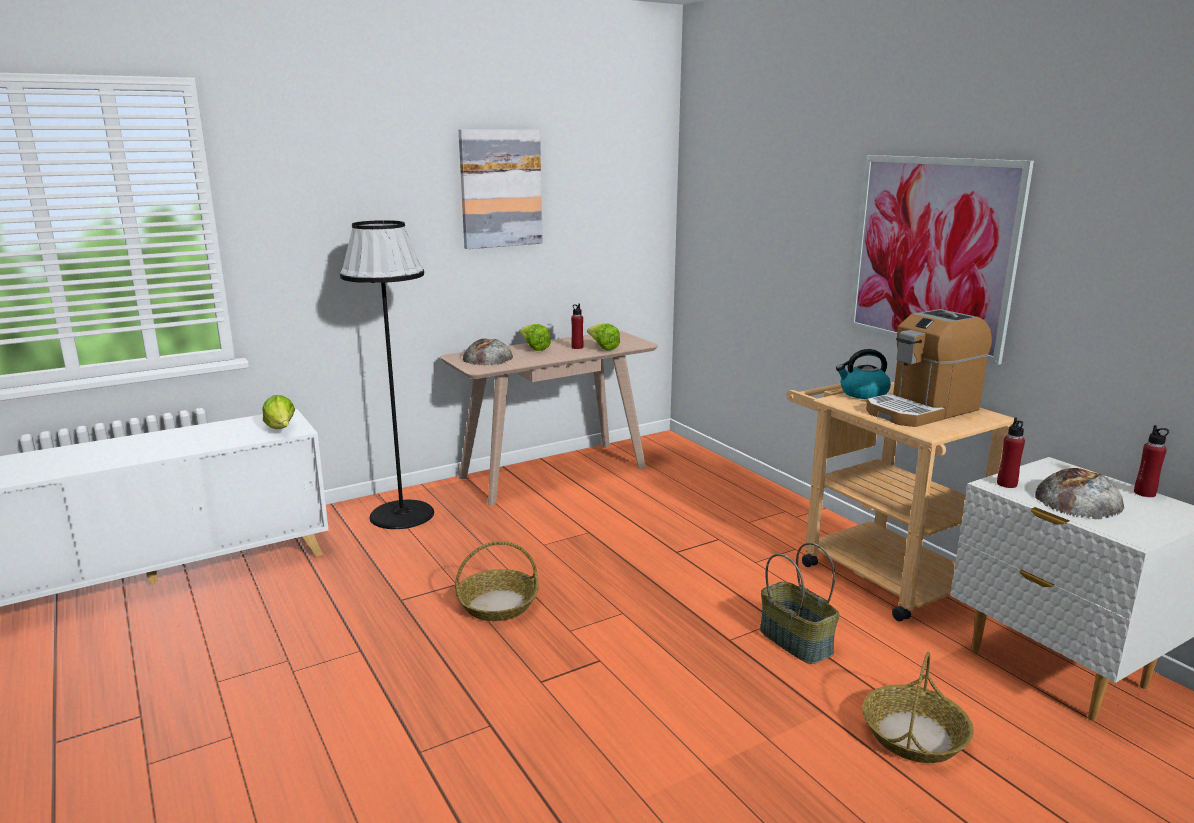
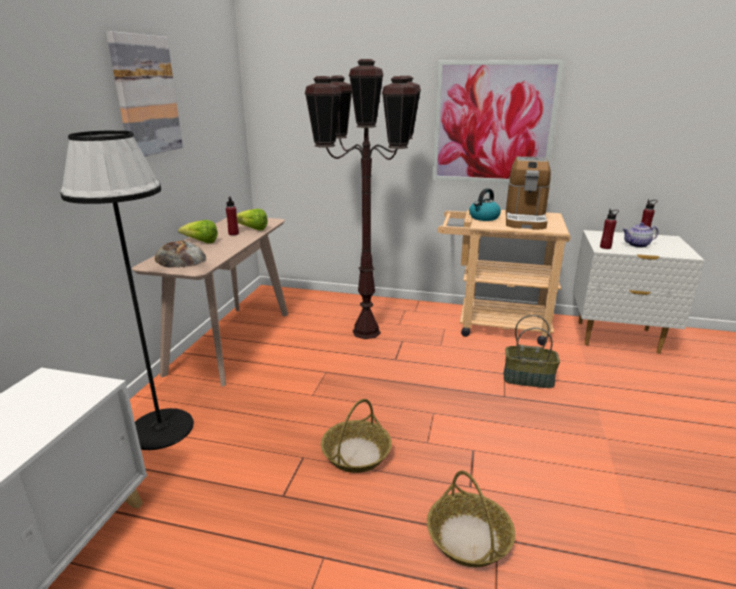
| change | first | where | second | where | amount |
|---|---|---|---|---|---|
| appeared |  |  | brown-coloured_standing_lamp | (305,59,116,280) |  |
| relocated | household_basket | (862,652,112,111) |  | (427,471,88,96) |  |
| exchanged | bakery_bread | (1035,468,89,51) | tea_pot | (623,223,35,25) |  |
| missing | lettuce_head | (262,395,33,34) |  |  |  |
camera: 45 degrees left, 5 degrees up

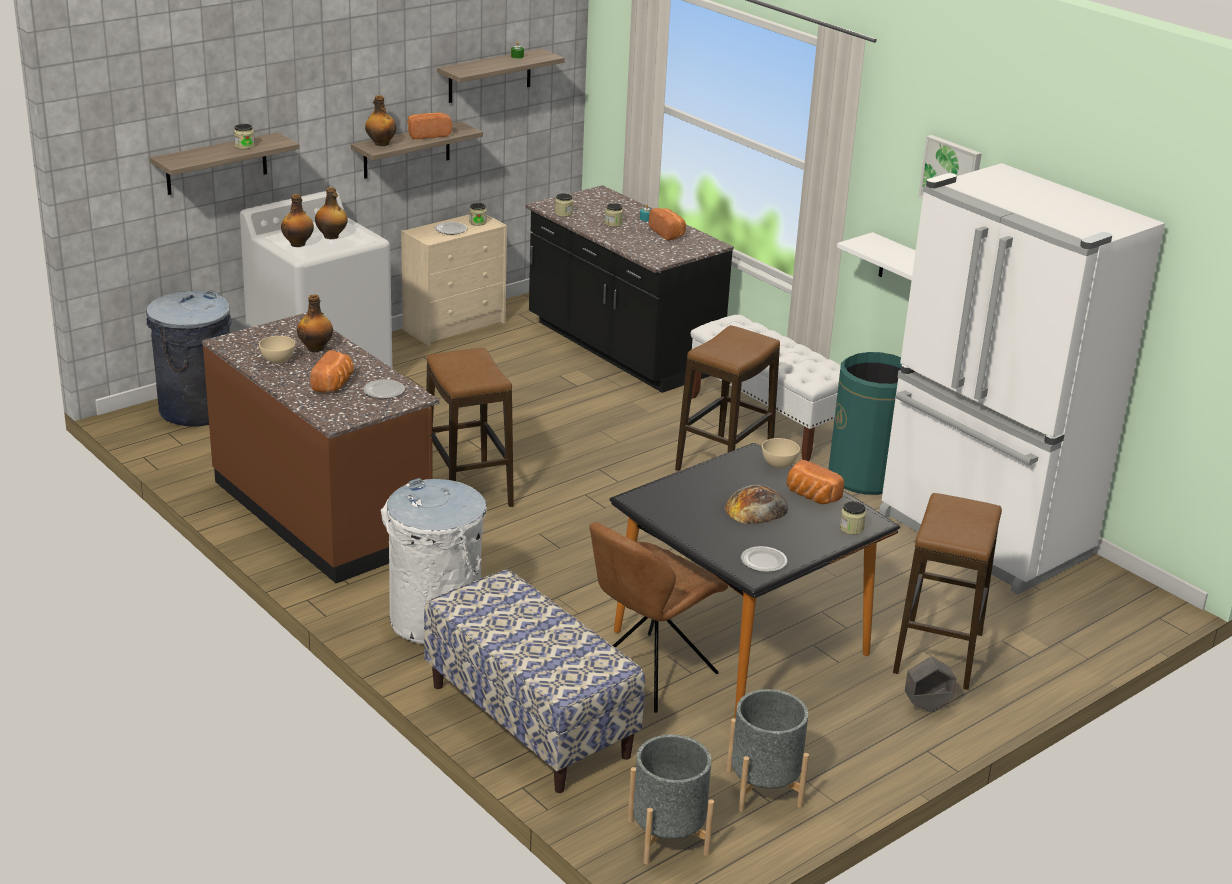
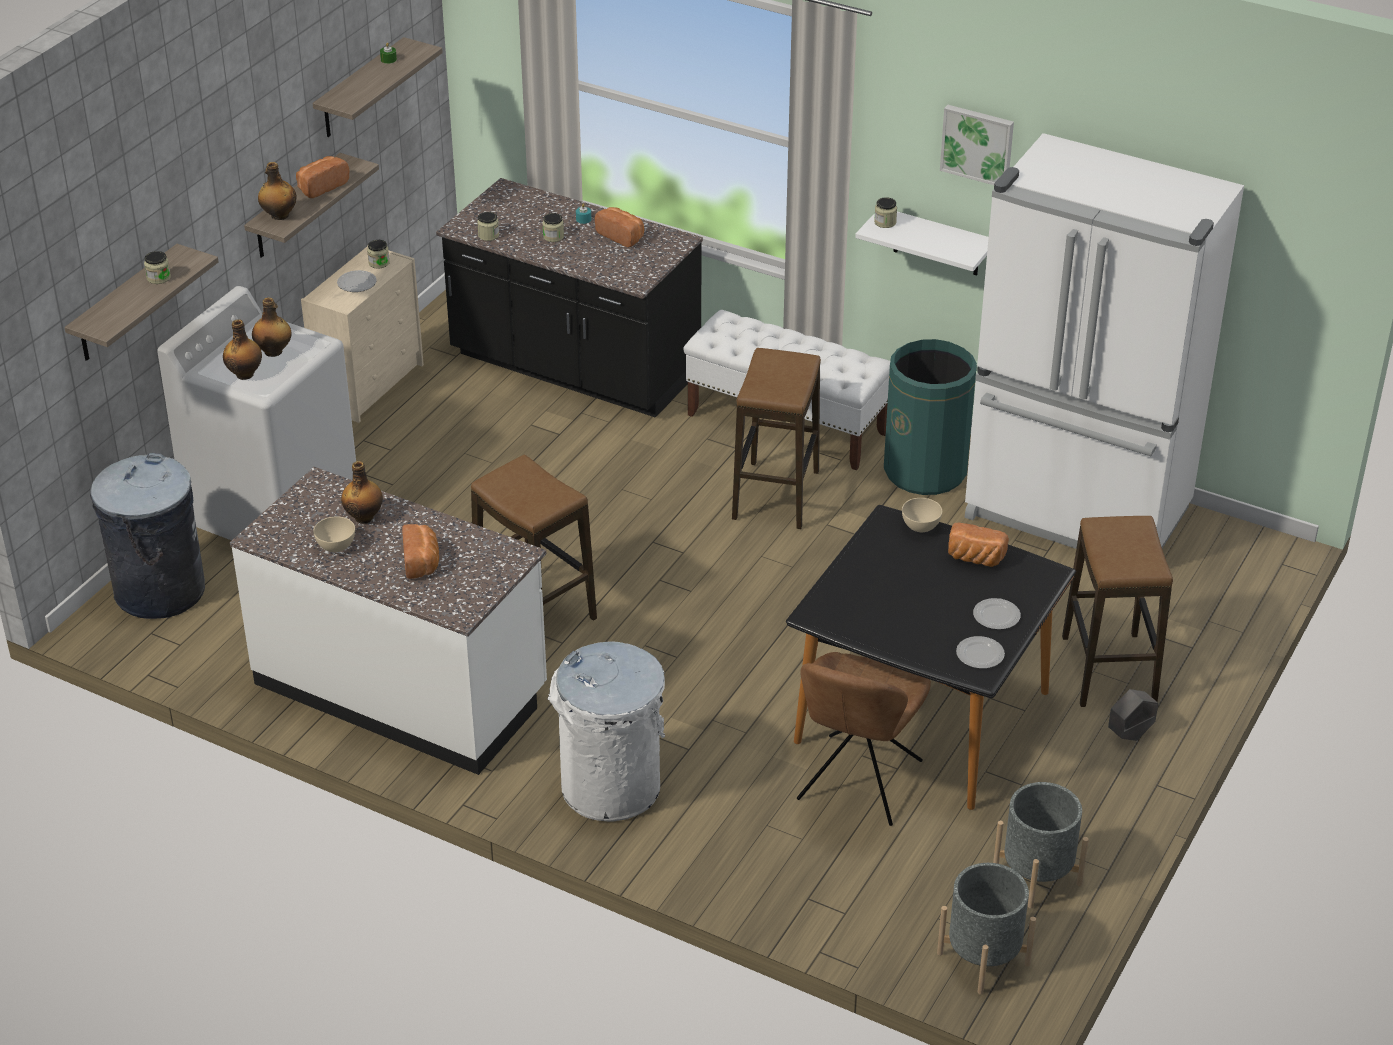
| change | first | where | second | where | amount |
|---|---|---|---|---|---|
| colour | brown-coloured_kitchen_base_unit | (202,312,237,271) | white_kitchen_base_unit | (230,467,317,308) |  |
| relocated | preserve_jar | (840,501,26,34) |  | (874,197,23,31) |  |
| relocated | plate | (363,379,42,20) |  | (973,598,48,32) |  |
| missing | long_seat | (424,569,221,224) |  |  |  |
| missing | bakery_bread | (724,485,65,39) |  |  |  |
camera: 20 degrees left, 10 degrees up

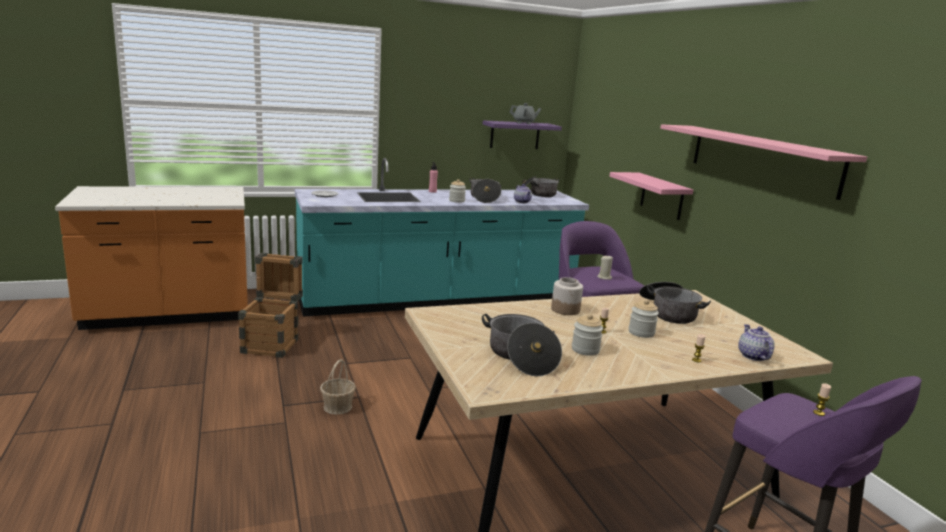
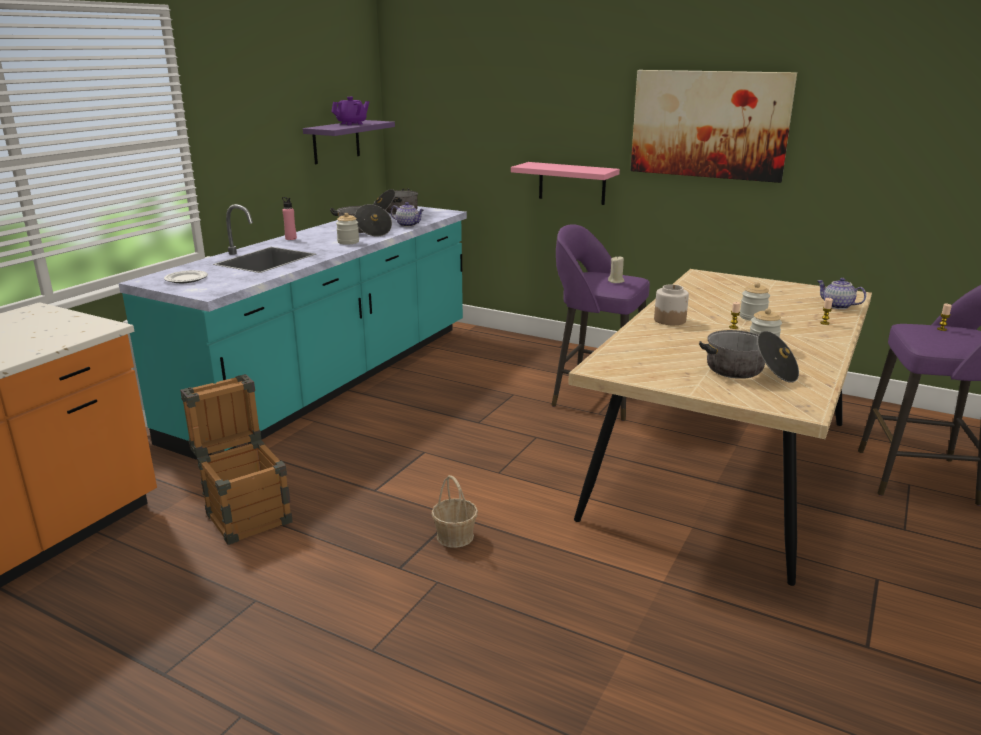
| change | first | where | second | where | amount |
|---|---|---|---|---|---|
| colour | grey_tea_pot | (509,103,33,21) | purple_tea_pot | (331,97,38,28) |  |
| exchanged | pinkish_shelf | (660,124,207,76) | picture | (631,70,166,113) |  |
| missing | cooking_pot | (639,282,72,42) |  |  |  |
camera: 40 degrees left, 5 degrees up

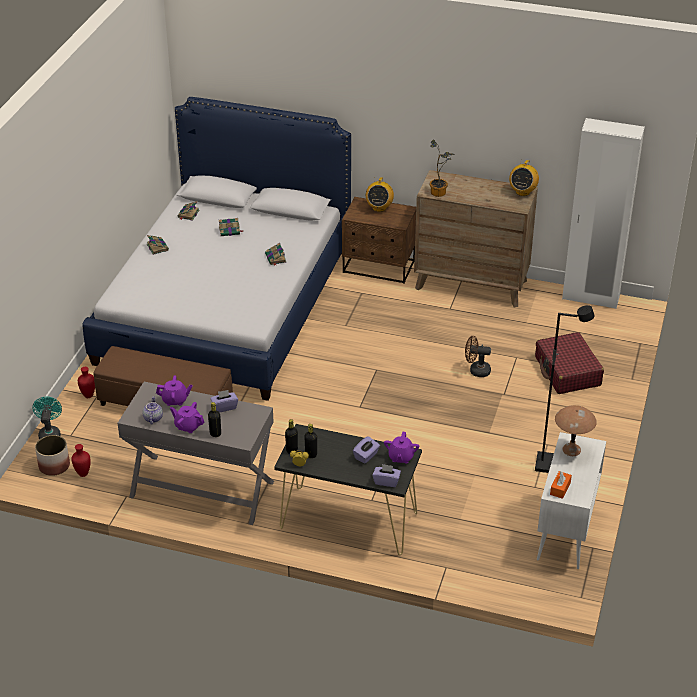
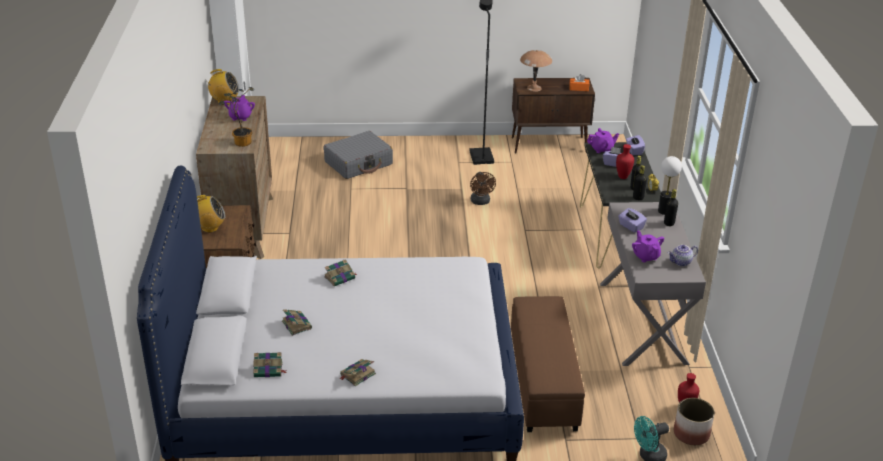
| change | first | where | second | where | amount |
|---|---|---|---|---|---|
| relocated | purple_tea_pot | (170,402,35,31) |  | (224,95,31,26) |  |
| colour | reddish_piece_of_luggage | (535,332,69,62) | grey_piece_of_luggage | (324,131,69,48) |  |
| relocated | brown-coloured_cooling_fan | (465,336,26,41) |  | (470,172,26,33) |  |
| colour | white_cabinet | (537,432,69,137) | brown-coloured_cabinet | (512,78,83,75) |  |
| relocated | reddish_decorative_vase | (78,367,17,31) |  | (616,144,18,35) |  |
| appeared |  |  | lamp_for_a_table | (658,156,24,59) |  |
camera: 110 degrees left, 5 degrees down

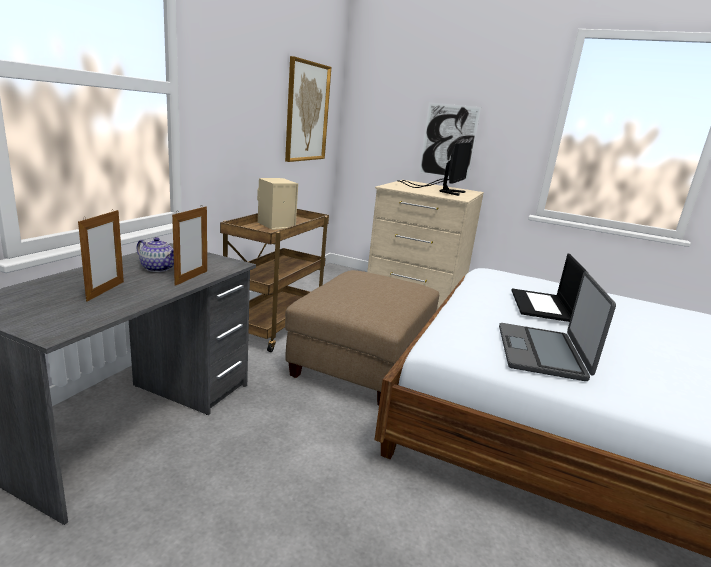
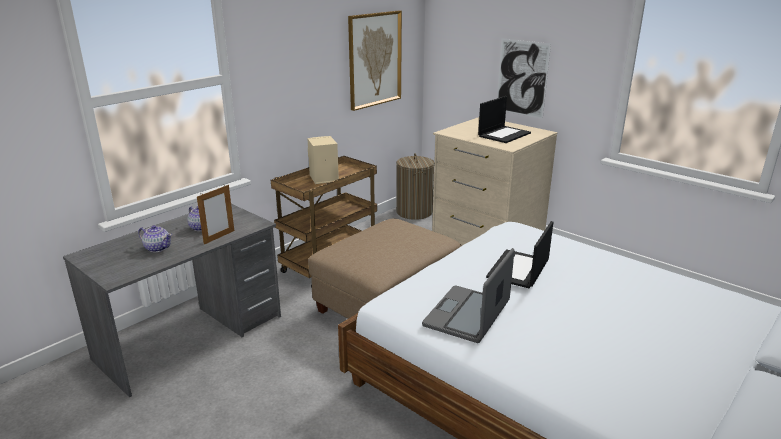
| change | first | where | second | where | amount |
|---|---|---|---|---|---|
| exchanged | photo_frame | (78,209,46,93) | tea_pot | (138,225,34,27) |  |
| appeared |  |  | hamper | (396,153,38,67) |  |
| exchanged | monitor | (397,142,75,54) | laptop | (478,96,53,47) |  |
camera: 20 degrees right, 5 degrees up

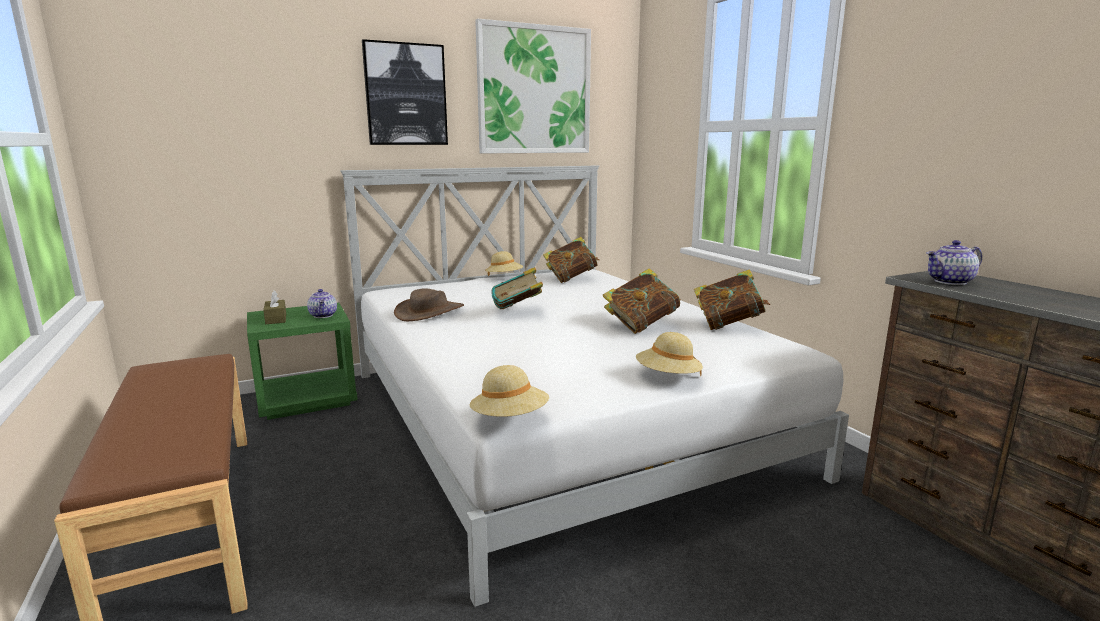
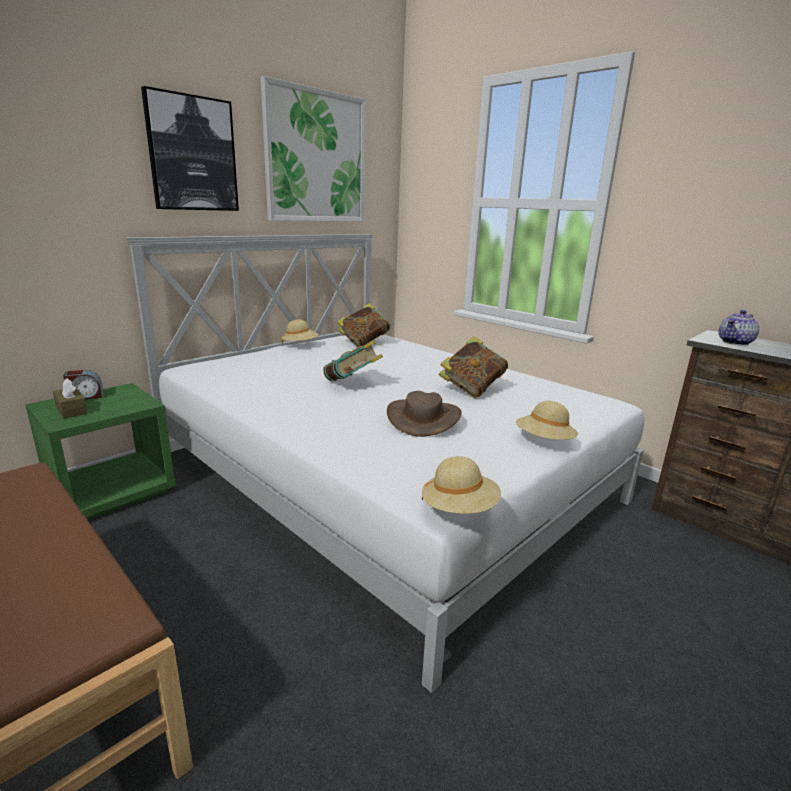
| change | first | where | second | where | amount |
|---|---|---|---|---|---|
| appeared |  |  | bedside_clock | (63,370,41,29) |  |
| relocated | brown-coloured_hat | (394,289,70,32) |  | (387,391,75,46) |  |
| missing | tea_pot | (307,289,30,29) |  |  |  |
| missing | volume | (694,269,76,61) |  |  |  |
camera: 20 degrees left, 5 degrees up

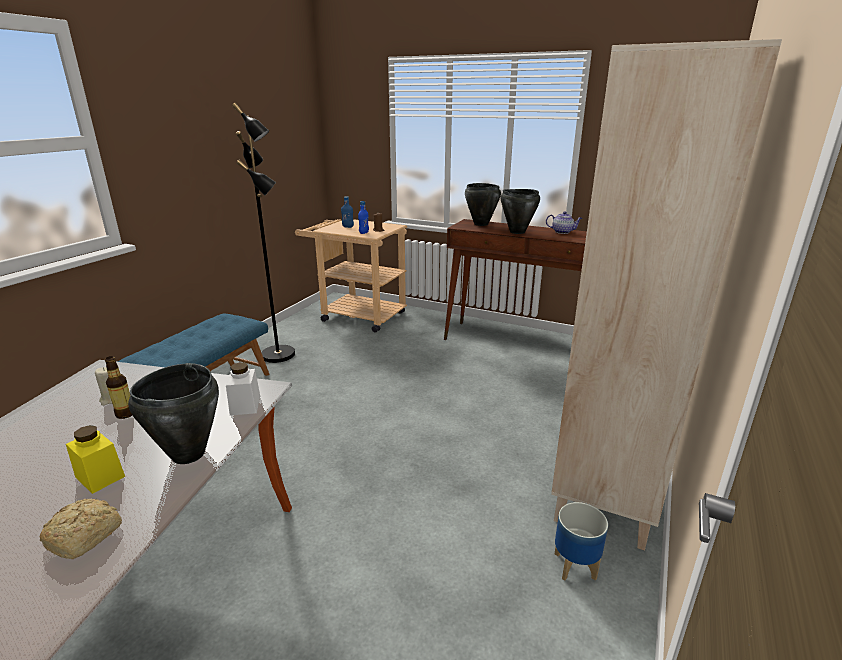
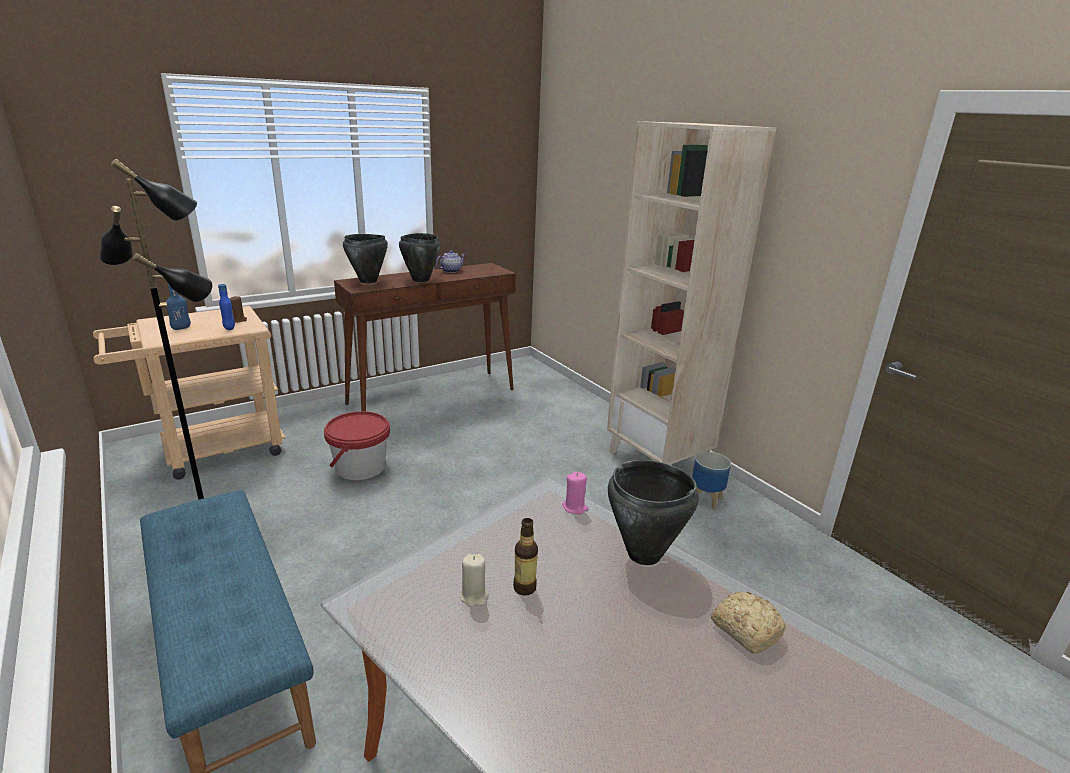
| change | first | where | second | where | amount |
|---|---|---|---|---|---|
| appeared |  |  | reddish_water_bucket | (324,411,66,69) |  |
| exchanged | white_preserve_jar | (226,362,34,54) | pinkish_wax_candle | (562,472,26,42) |  |
| missing | yellow_preserve_jar | (66,425,59,69) |  |  |  |
camera: 60 degrees left, 0 degrees up

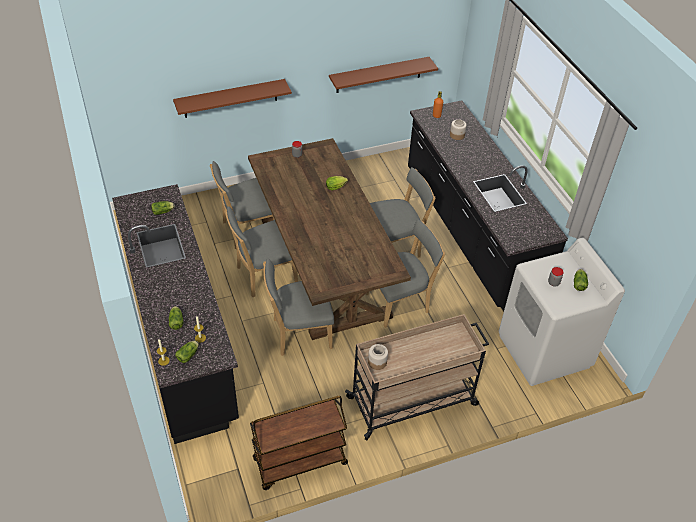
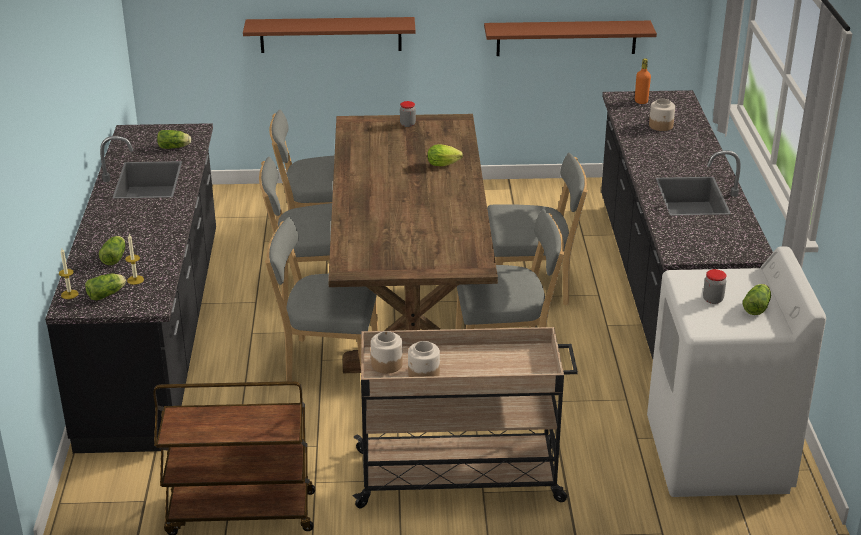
| change | first | where | second | where | amount |
|---|---|---|---|---|---|
| appeared |  |  | preserve_jar | (408,341,32,36) |  |
camera: 20 degrees right, 15 degrees down

